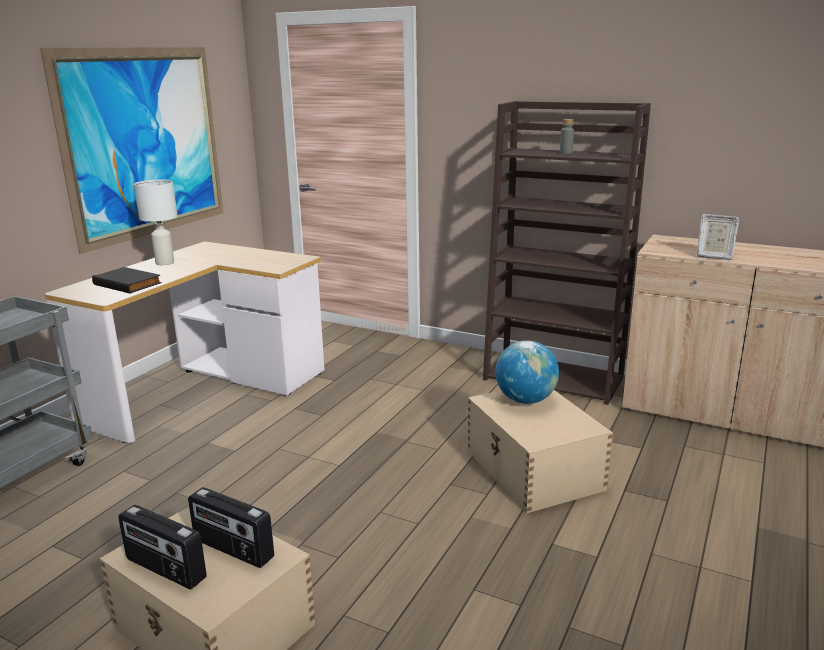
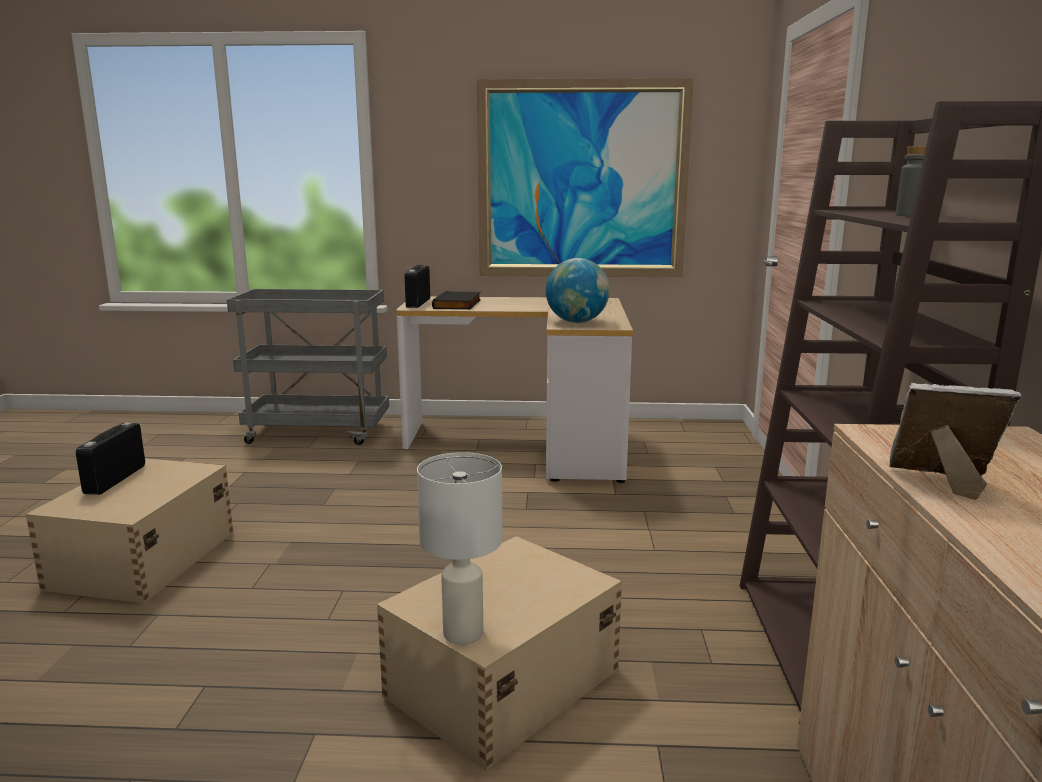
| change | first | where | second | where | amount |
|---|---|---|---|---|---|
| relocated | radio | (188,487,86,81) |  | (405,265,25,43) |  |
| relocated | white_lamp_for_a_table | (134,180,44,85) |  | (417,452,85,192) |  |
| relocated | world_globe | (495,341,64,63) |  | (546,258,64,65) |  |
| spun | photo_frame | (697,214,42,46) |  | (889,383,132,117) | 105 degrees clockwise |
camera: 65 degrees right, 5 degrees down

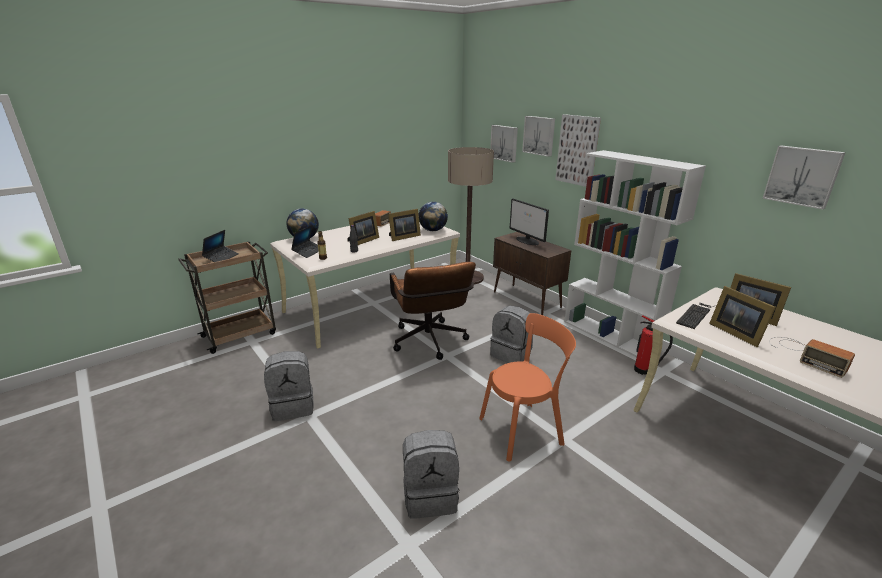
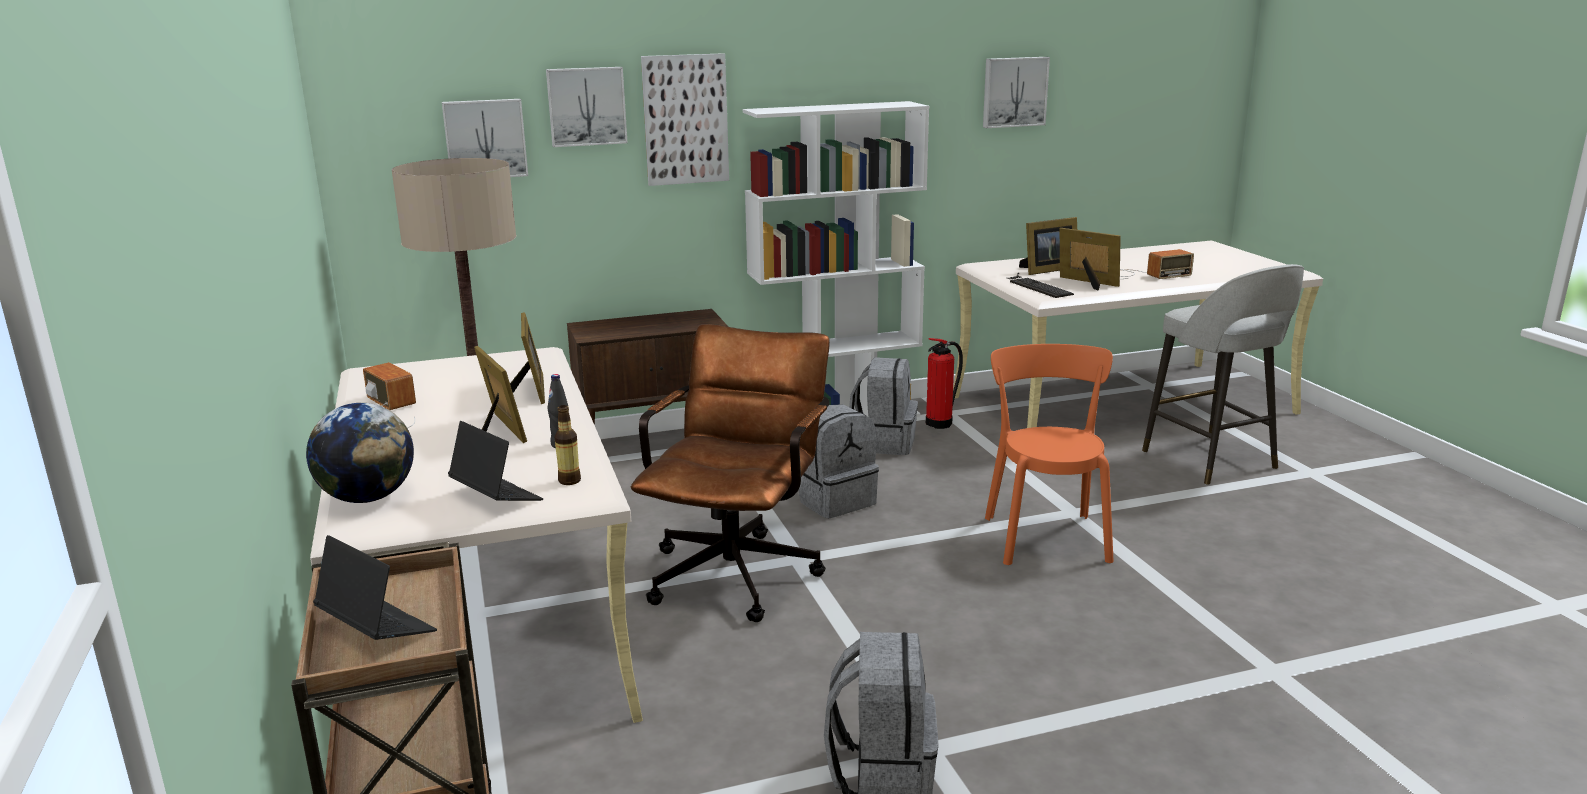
| change | first | where | second | where | amount |
|---|---|---|---|---|---|
| spun | brown-coloured_office_chair | (390,262,86,98) |  | (631,324,199,298) | 75 degrees counterclockwise |
| relocated | grey_rucksack | (403,430,57,88) |  | (849,357,69,98) |  |
| spun | photo_frame | (709,286,67,61) |  | (1060,228,61,63) | 135 degrees counterclockwise |
| appeared |  |  | grey_stool | (1142,264,162,221) |  |
| missing | world_globe | (419,202,29,29) |  |  |  |
| missing | monitor | (510,199,39,46) |  |  |  |
camera: 70 degrees left, 5 degrees down

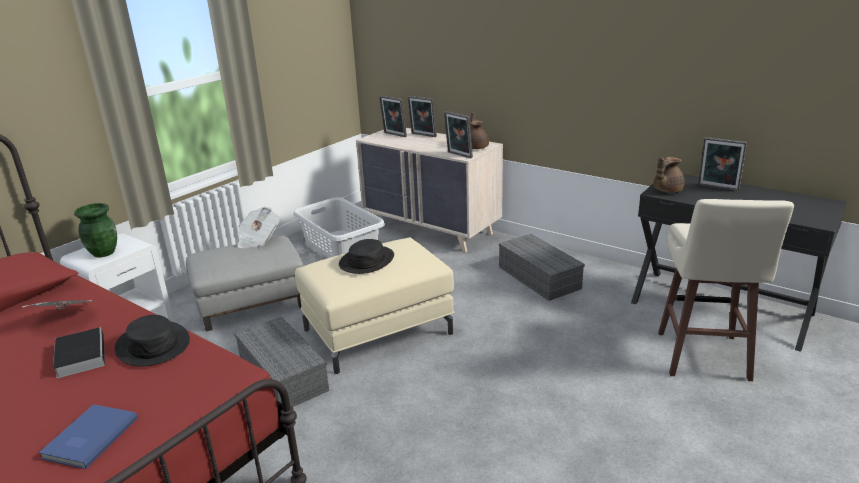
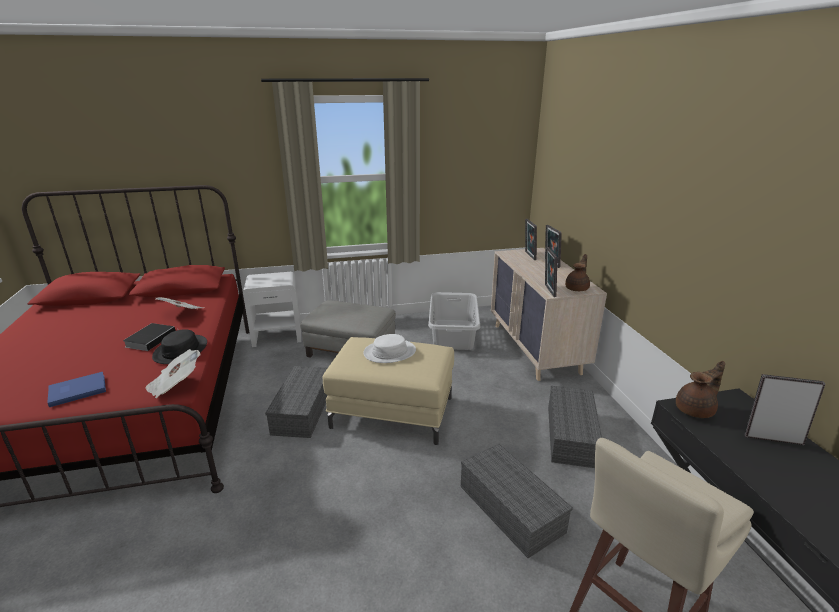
| change | first | where | second | where | amount |
|---|---|---|---|---|---|
| relocated | printed_paper | (237,207,43,41) |  | (145,349,56,49) |  |
| colour | blackish_hat | (339,239,55,35) | white_hat | (363,334,53,29) |  |
| appeared |  |  | grey_storage_container | (461,444,112,114) |  |
| spun | brown-coloured_tea_pot | (653,157,32,36) |  | (676,361,49,57) | 150 degrees clockwise |
| spun | photo_frame | (698,137,49,54) |  | (744,374,82,71) | 120 degrees clockwise |
| missing | green-coloured_decorative_vase | (74,203,43,55) |  |  |  |
camera: 40 degrees right, 0 degrees up

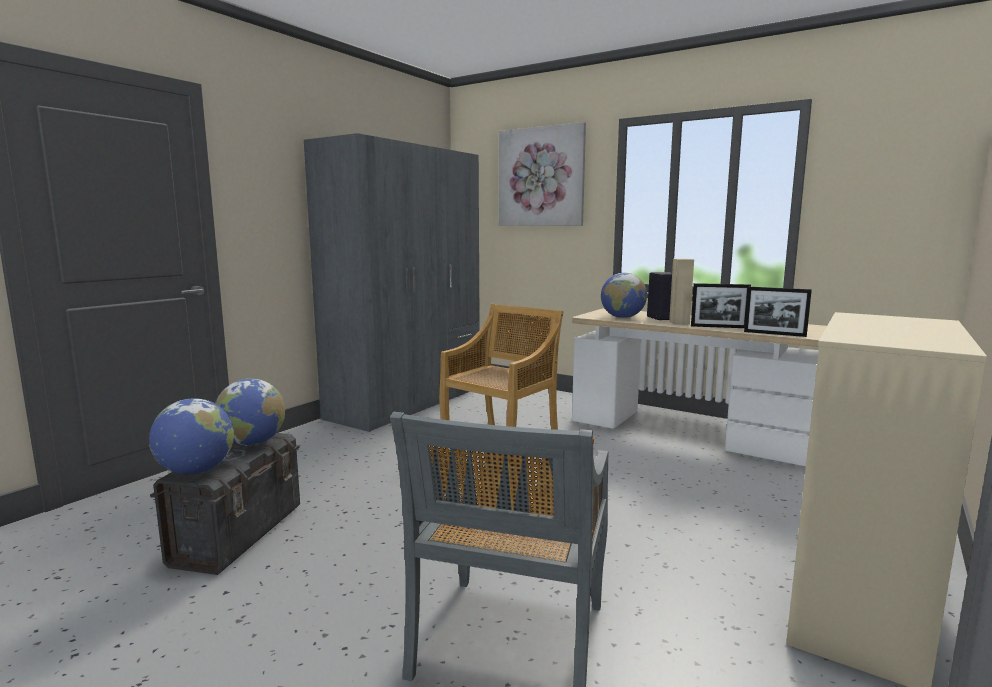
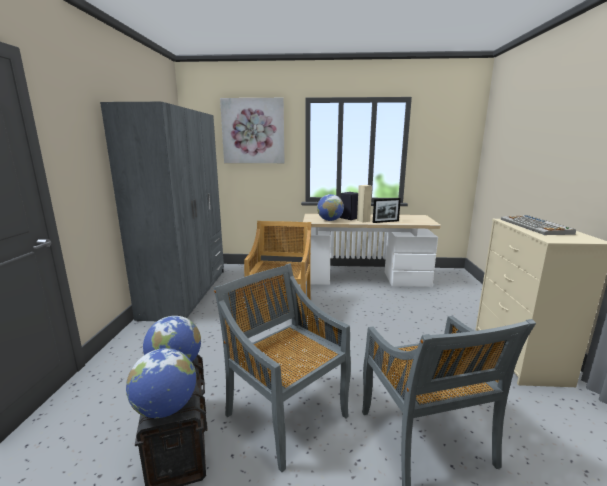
| change | first | where | second | where | amount |
|---|---|---|---|---|---|
| appeared |  |  | grey_upright_chair | (214,264,137,208) |  |
| appeared |  |  | keyboard | (501,215,75,20) |  |
| missing | photo_frame | (744,287,68,50) |  |  |  |
camera: 30 degrees left, 5 degrees up

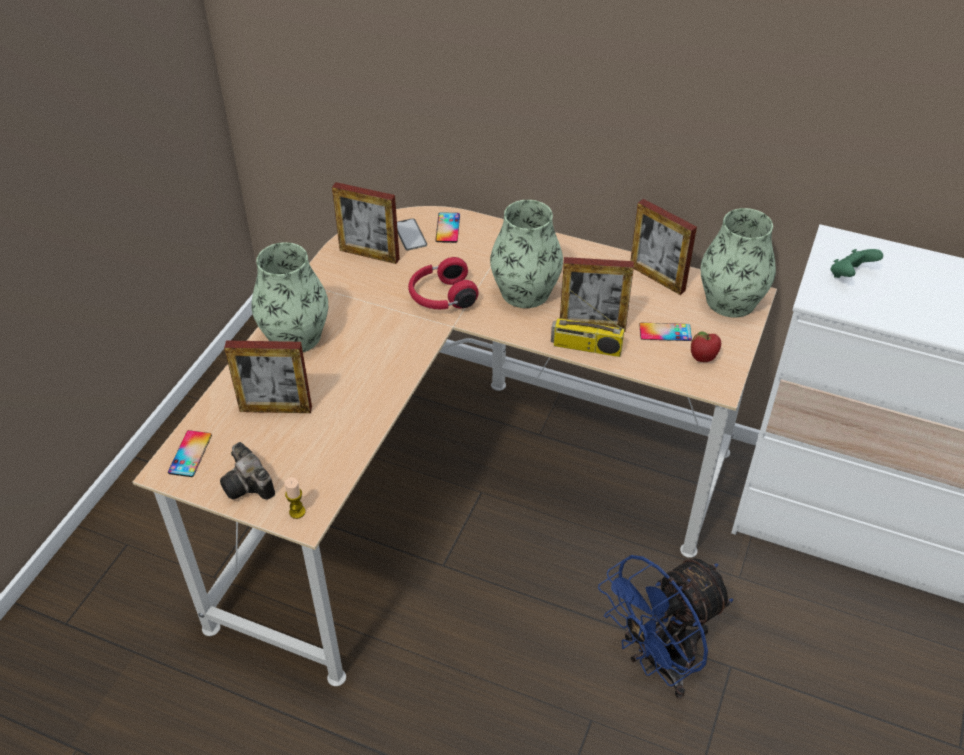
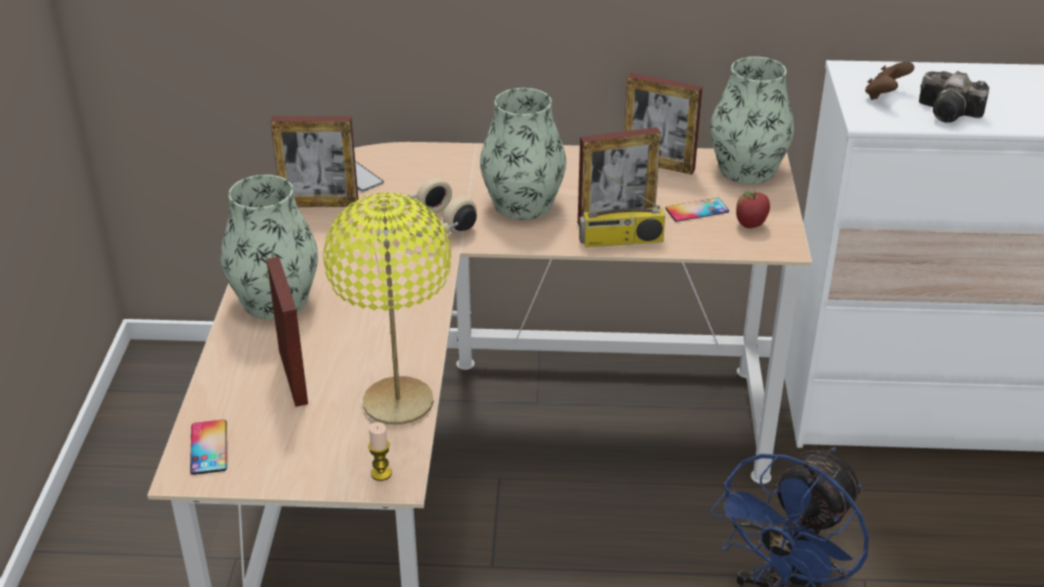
| change | first | where | second | where | amount |
|---|---|---|---|---|---|
| spun | photo_frame | (224,340,88,73) |  | (266,256,42,151) | 90 degrees counterclockwise |
| appeared |  |  | yellow_lamp_for_a_table | (323,192,128,233) |  |
| colour | reddish_headset | (408,257,71,52) | beige-coloured_headset | (391,178,86,59) |  |
| colour | green-coloured_gamepad | (831,249,52,29) | brown-coloured_gamepad | (865,62,49,38) |  |
| relocated | photo_camera | (220,442,55,58) |  | (919,71,70,52) |  |
| missing | handset | (435,212,25,31) |  |  |  |
camera: 20 degrees left, 10 degrees down

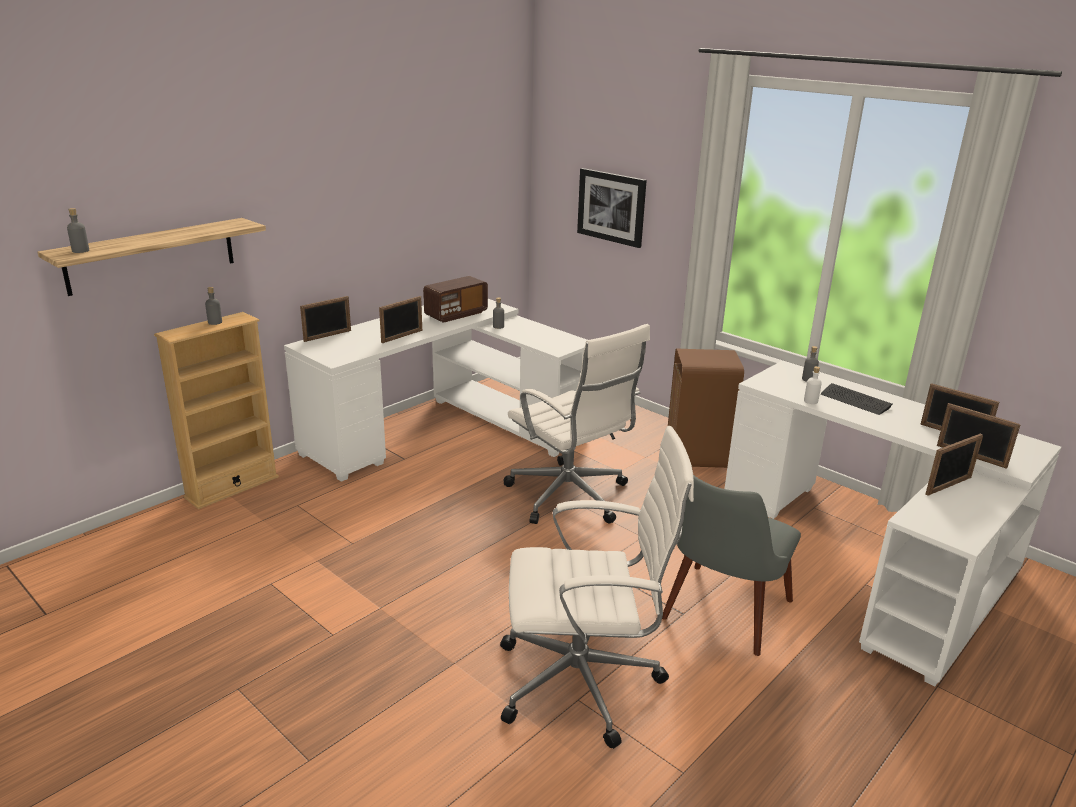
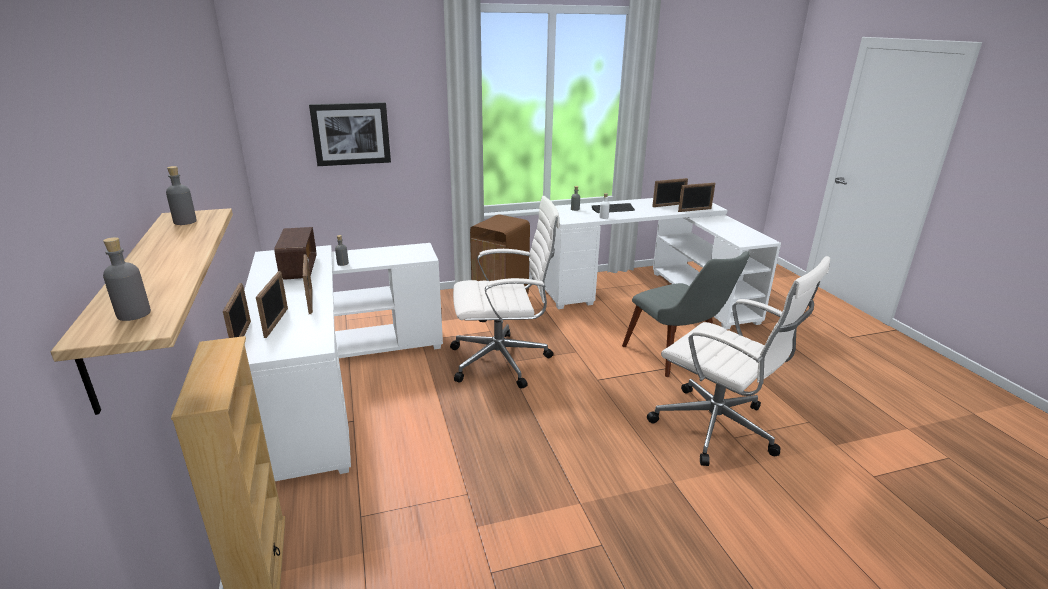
| change | first | where | second | where | amount |
|---|---|---|---|---|---|
| relocated | grey_drink_bottle | (205,287,17,38) |  | (166,166,31,59) |  |
| relocated | photo_frame | (926,434,57,61) |  | (256,271,32,67) |  |
| spun | white_office_chair | (500,426,194,323) |  | (647,256,183,210) | 105 degrees clockwise |
camera: 60 degrees left, 0 degrees up

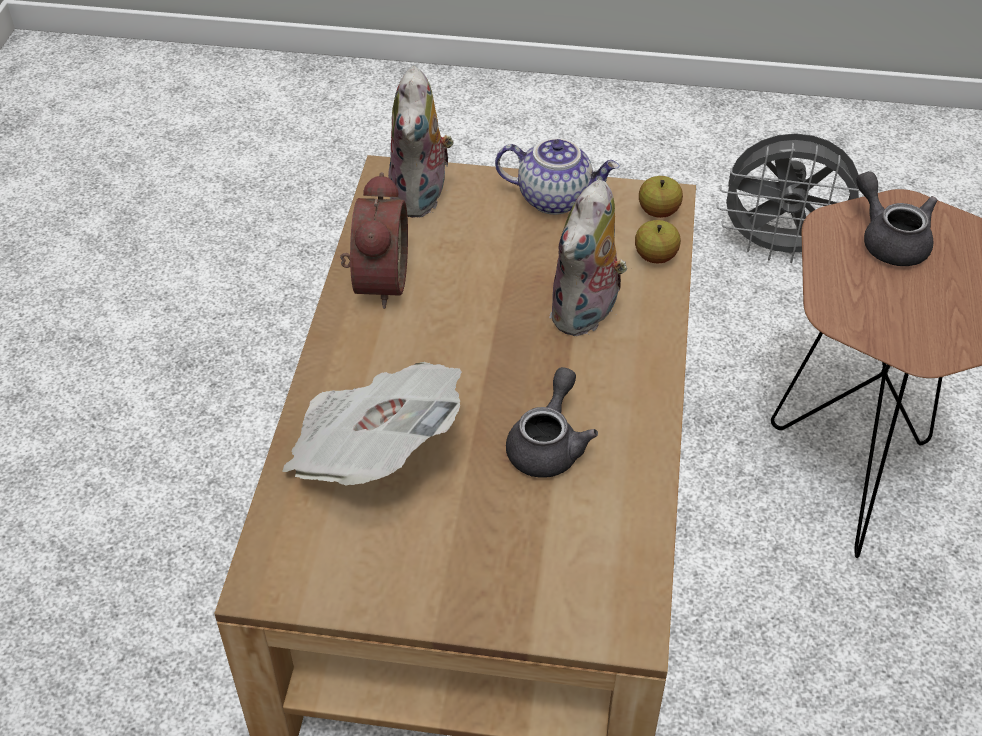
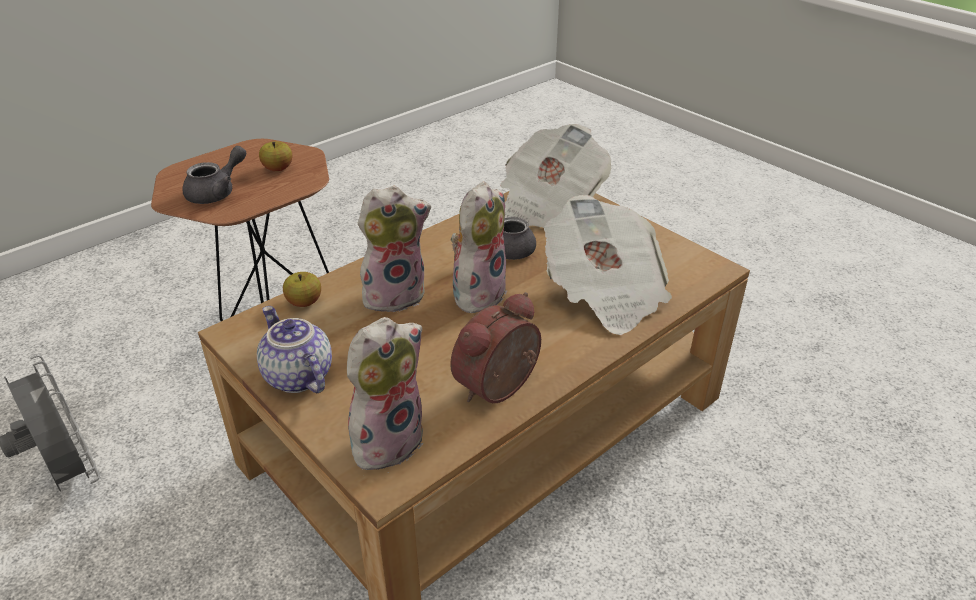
| change | first | where | second | where | amount |
|---|---|---|---|---|---|
| spun | grey_tea_pot | (856,171,82,95) |  | (182,146,64,58) | 150 degrees counterclockwise |
| relocated | apple_fruit | (639,176,44,42) |  | (259,141,33,30) |  |
| appeared |  |  | plush_toy | (451,181,57,132) |  |
| appeared |  |  | printed_paper | (500,124,112,104) |  |
camera: 140 degrees left, 10 degrees down

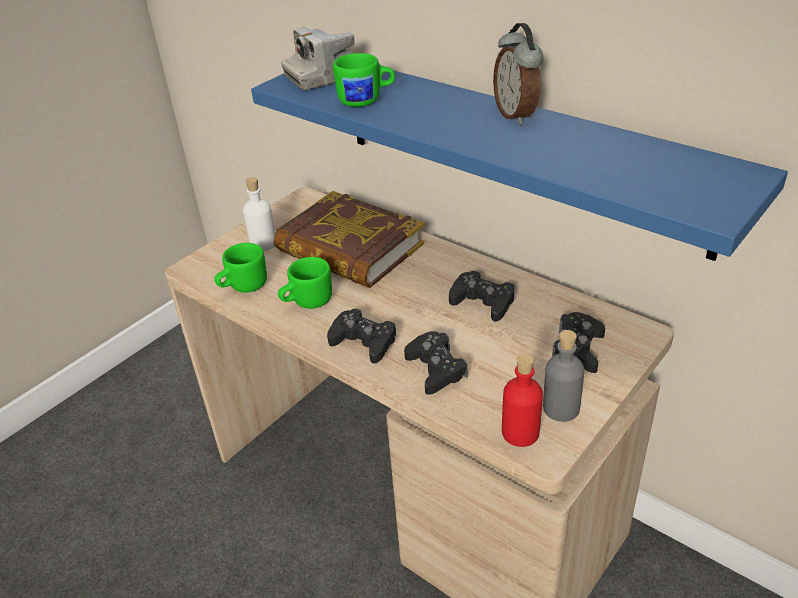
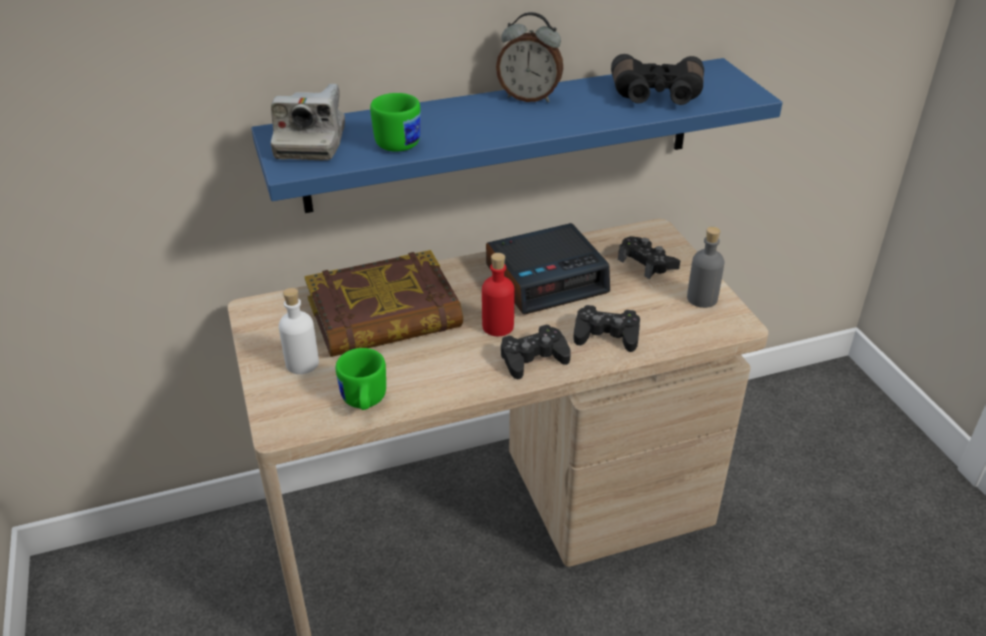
| change | first | where | second | where | amount |
|---|---|---|---|---|---|
| relocated | reddish_drink_bottle | (502,353,41,94) |  | (482,253,32,83) |  |
| exchanged | blackish_gamepad | (449,271,66,51) | bedside_clock | (486,223,124,91) |  |
| appeared |  |  | blackish_binoculars | (611,54,93,51) |  |
| missing | green-coloured_mug | (278,257,54,52) |  |  |  |
camera: 60 degrees left, 0 degrees up

